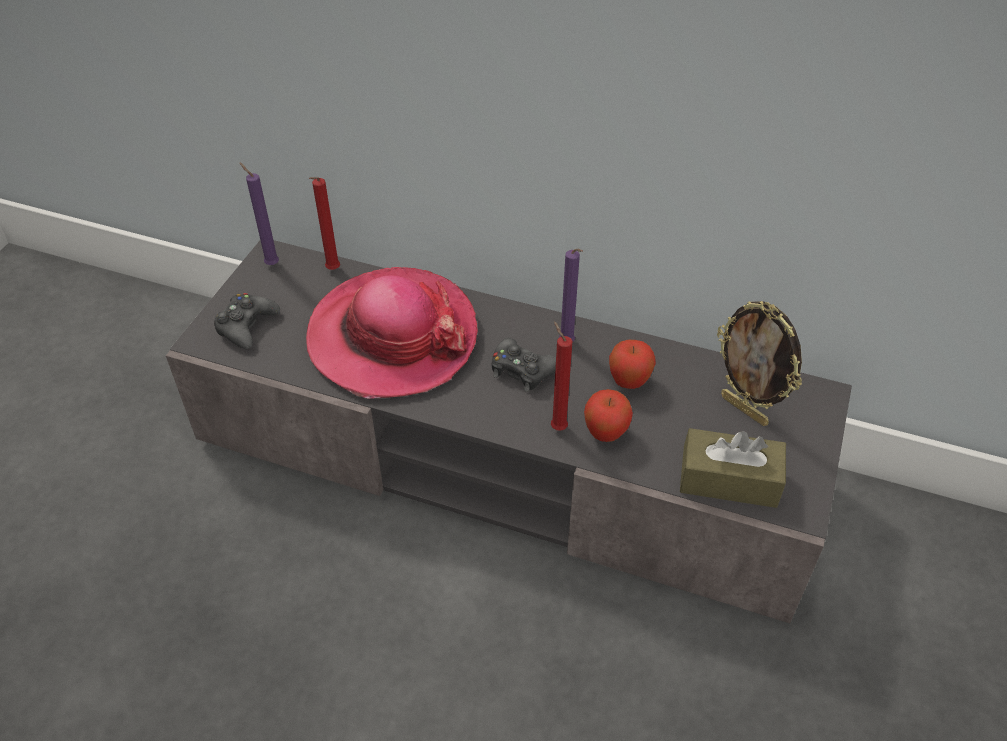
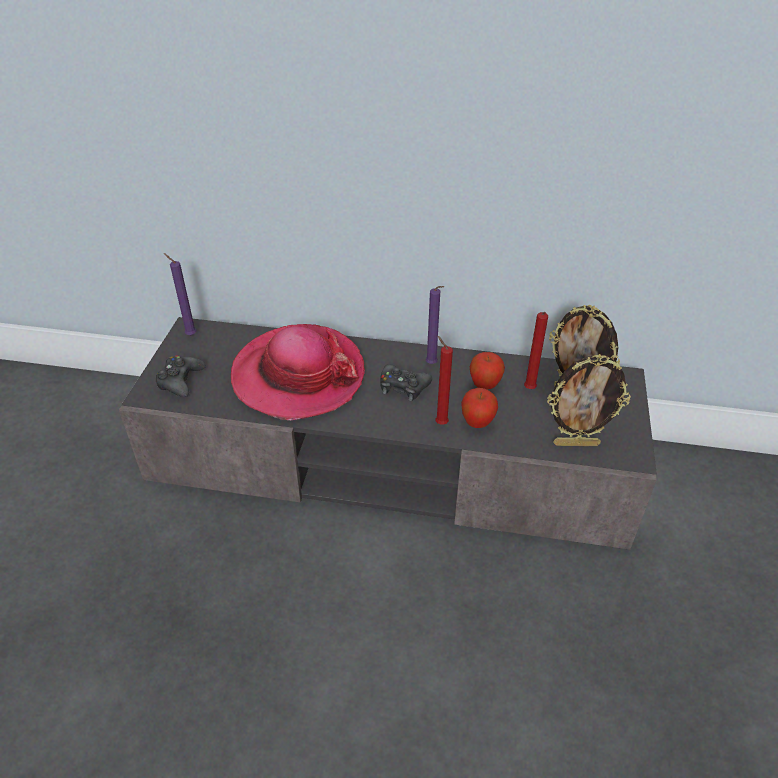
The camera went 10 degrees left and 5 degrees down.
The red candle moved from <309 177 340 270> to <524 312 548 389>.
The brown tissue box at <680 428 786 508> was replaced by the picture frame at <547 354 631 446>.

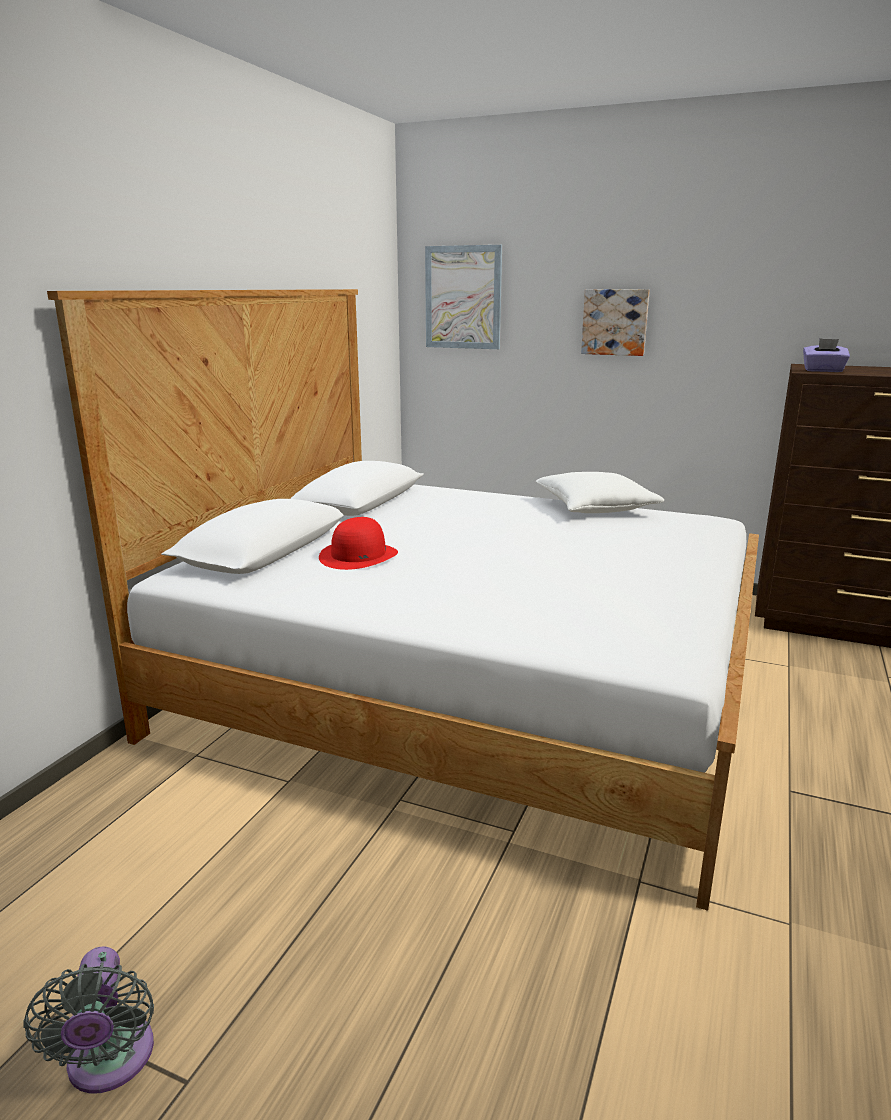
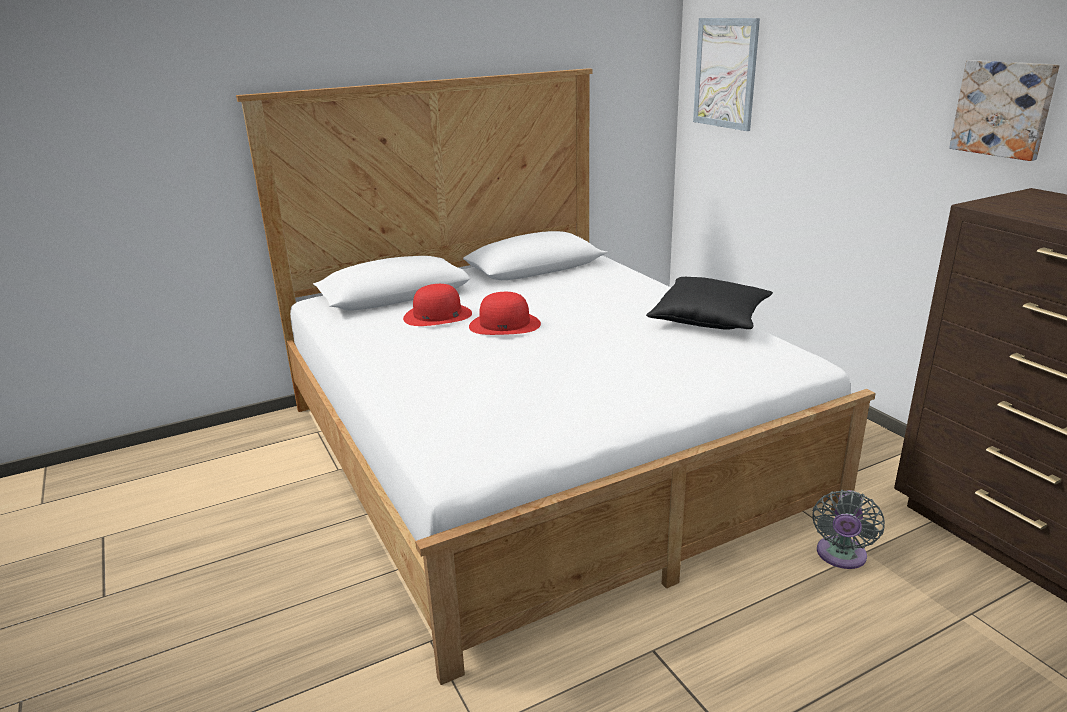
The camera went 40 degrees right and 5 degrees up.
The grey fan moved from <23 946 154 1094> to <813 490 885 569>.
The white pillow at <536 472 664 513> became the black pillow at <646 277 773 330>.
The picture moved from <581 289 650 356> to <949 60 1060 161>.
The purple tissue box at <803 338 850 372> disappeared.
The red hat at <469 292 541 335> appeared.

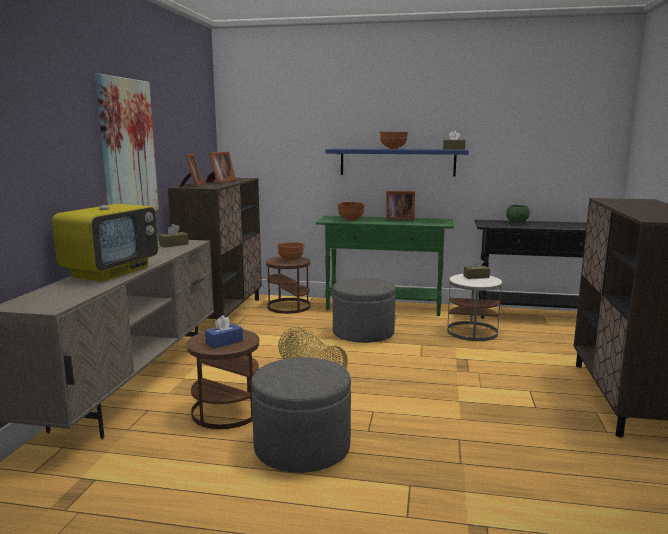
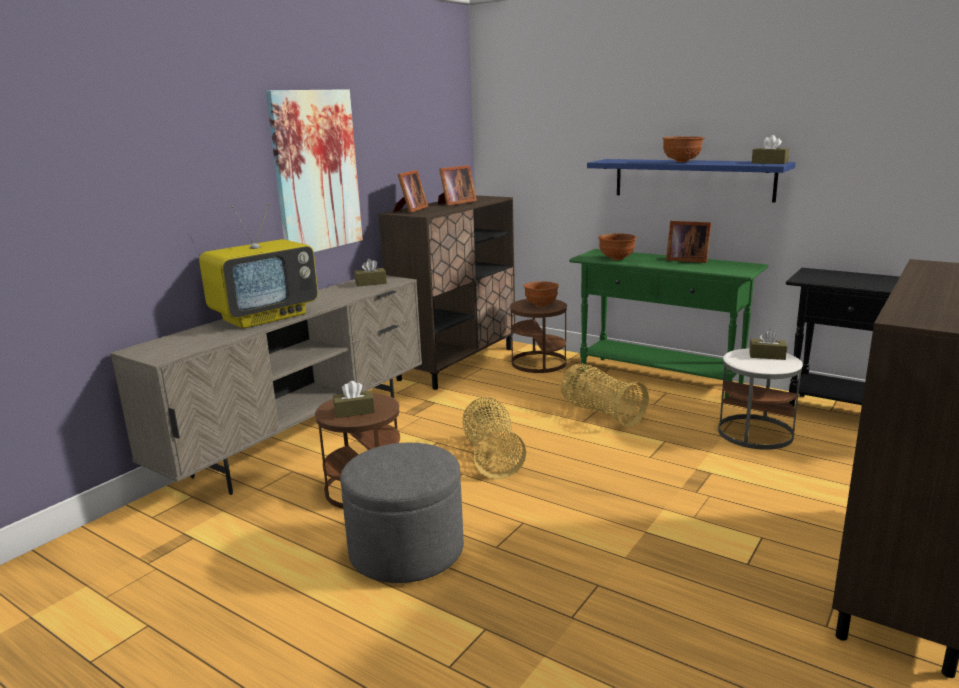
The camera went 25 degrees right and 5 degrees up.
The blue tissue box at <205 315 243 349> became the brown tissue box at <333 381 375 418>.
The grey ottoman at <333 278 396 343> was replaced by the basket at <561 364 649 427>.
The green bowl at <506 205 530 223> disappeared.

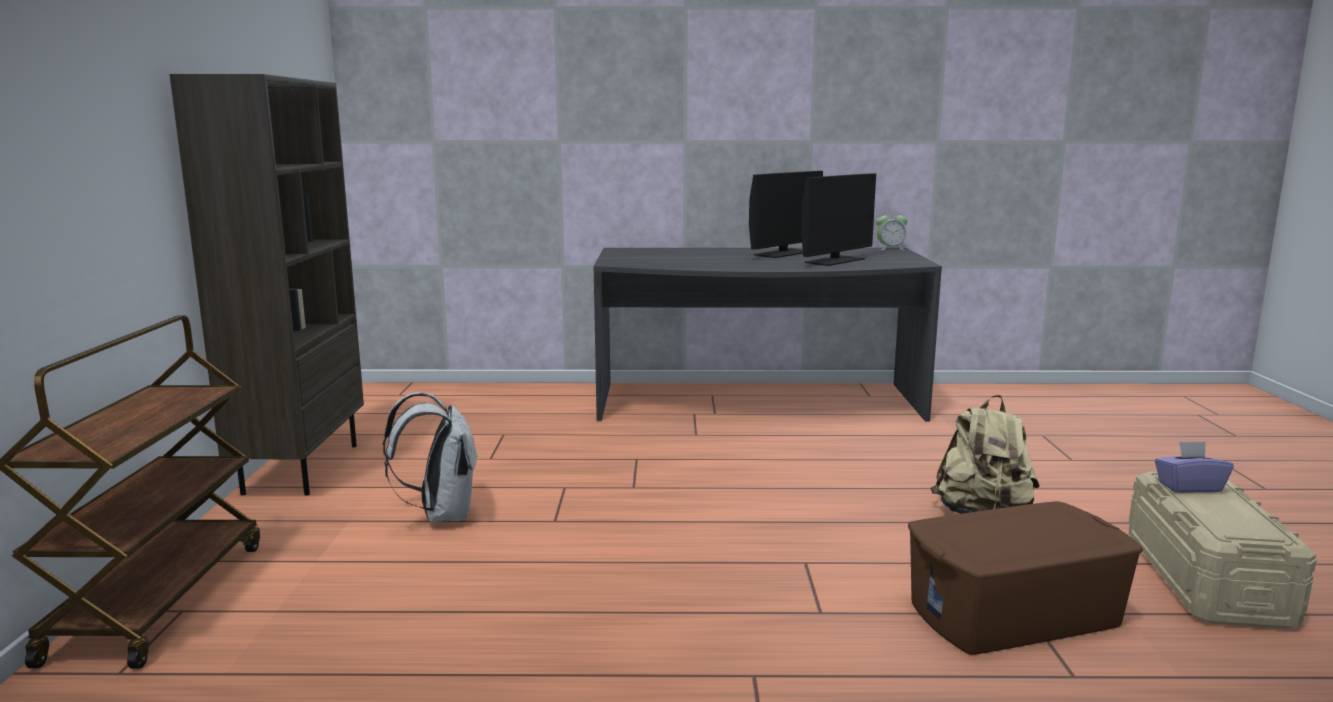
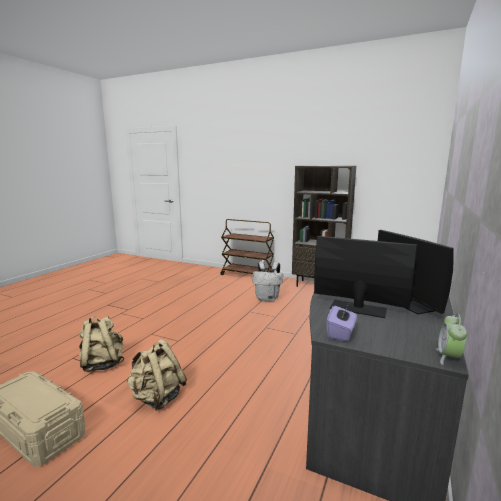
The camera went 115 degrees right and 0 degrees up.
The monitor at <801 173 876 266> turned 135 degrees clockwise.
The brown storage box at <908 501 1143 655> was replaced by the beige backpack at <79 316 124 372>.
The purple tissue box moved from <1154 441 1234 493> to <327 304 357 342>.

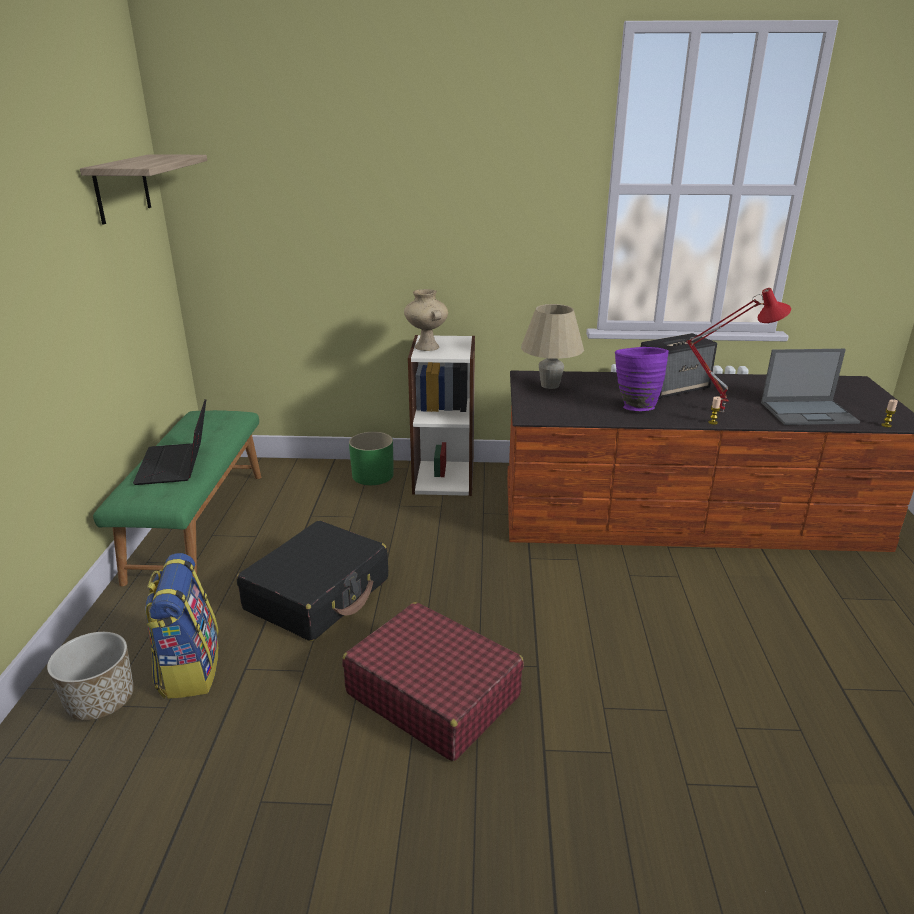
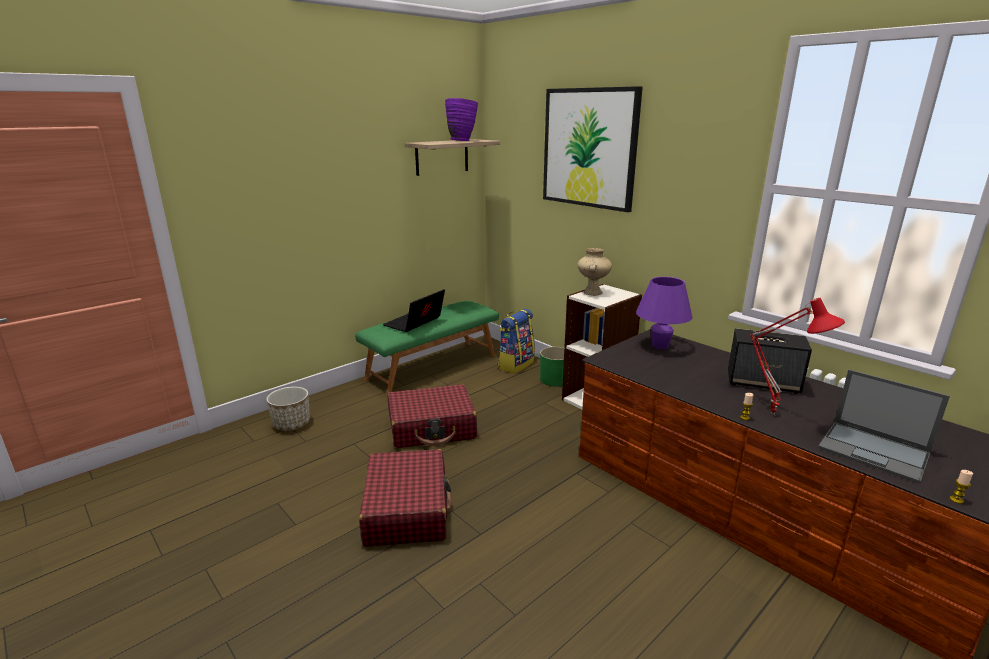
The camera went 45 degrees right and 5 degrees down.
The backpack moved from <145 553 219 699> to <498 309 535 374>.
The black suitcase at <237 521 388 641> became the red suitcase at <388 384 477 448>.
The beige table lamp at <521 304 584 389> became the purple table lamp at <636 277 692 349>.
The purple vase moved from <615 347 669 411> to <445 98 478 141>.
The picture at <543 86 643 212> appeared.

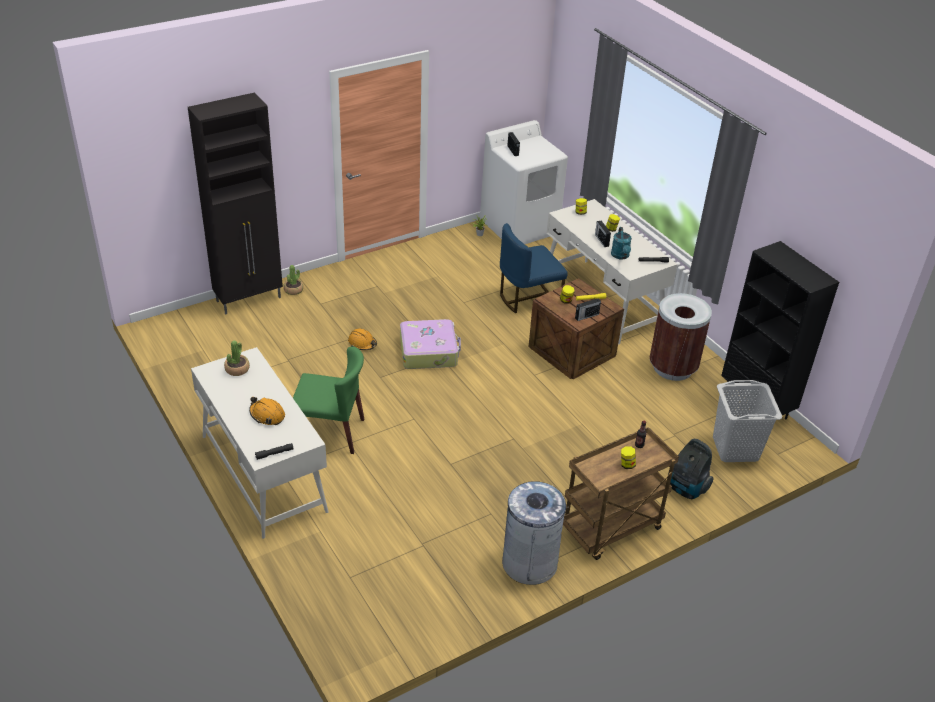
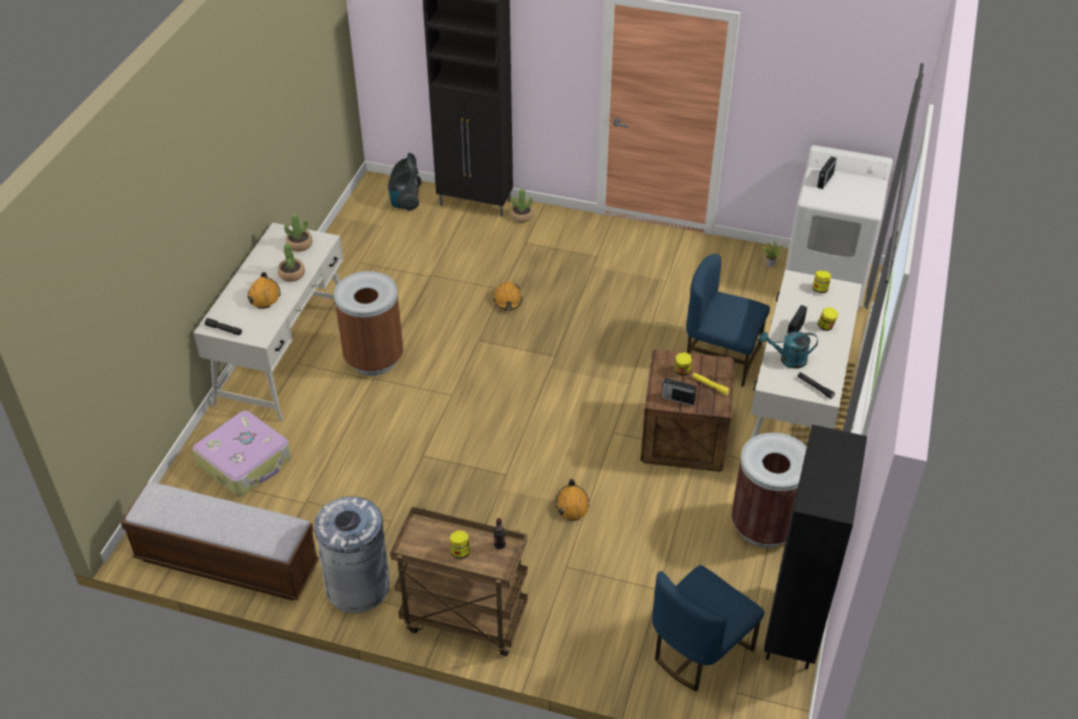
The camera went 50 degrees right and 5 degrees up.
The green chair at <293 346 364 454> was replaced by the brown trash can at <334 271 403 376>.
The suitcase moved from <400 319 461 369> to <193 411 292 496>.
The turquoise watering can at <611 227 632 260> turned 45 degrees clockwise.
The vacuum cleaner moved from <670 439 714 499> to <388 153 421 211>.
The grey laundry basket at <713 380 782 462> was replaced by the blue chair at <652 565 764 692>.
The bench at <121 482 319 601> appeared.
The potted plant at <278 243 305 282> appeared.
The orange hard hat at <556 479 590 521> appeared.

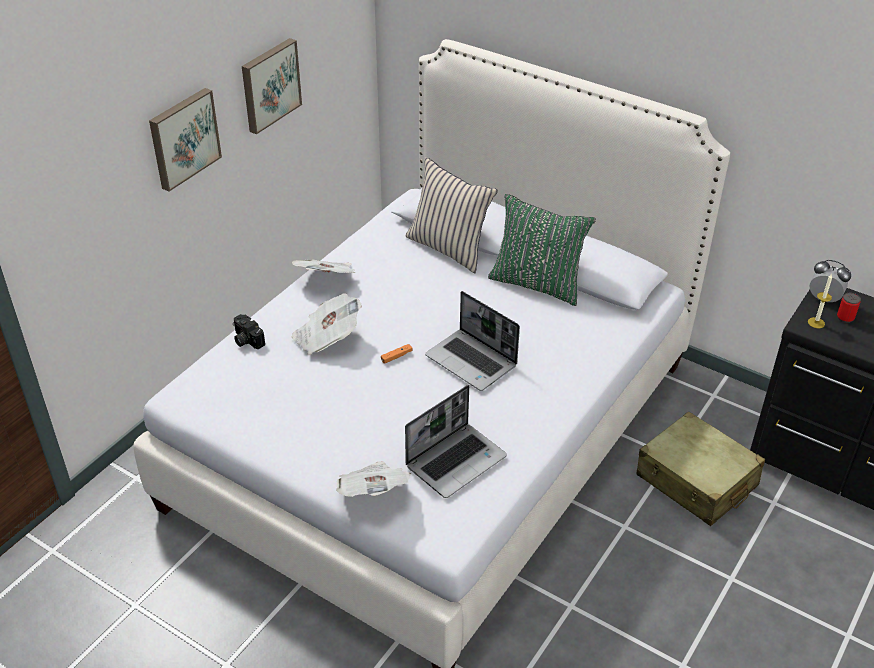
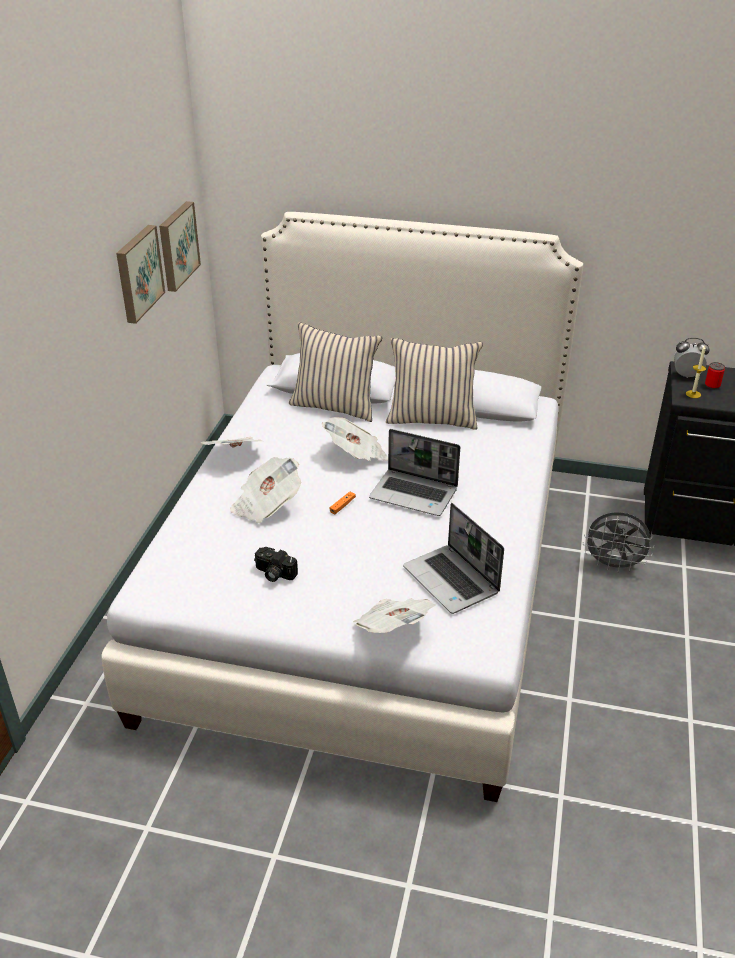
The camera went 20 degrees left and 5 degrees down.
The picture moved from <149 88 222 191> to <159 201 201 292>.
The photo camera moved from <233 314 265 349> to <254 547 298 582>.
The laptop at <405 385 507 498> turned 120 degrees clockwise.
The green pillow at <488 194 596 306> became the beige pillow at <386 338 483 430>.
The beige suitcase at <636 411 765 526> was replaced by the grey fan at <583 512 654 573>.
The newspaper at <322 417 388 461> appeared.

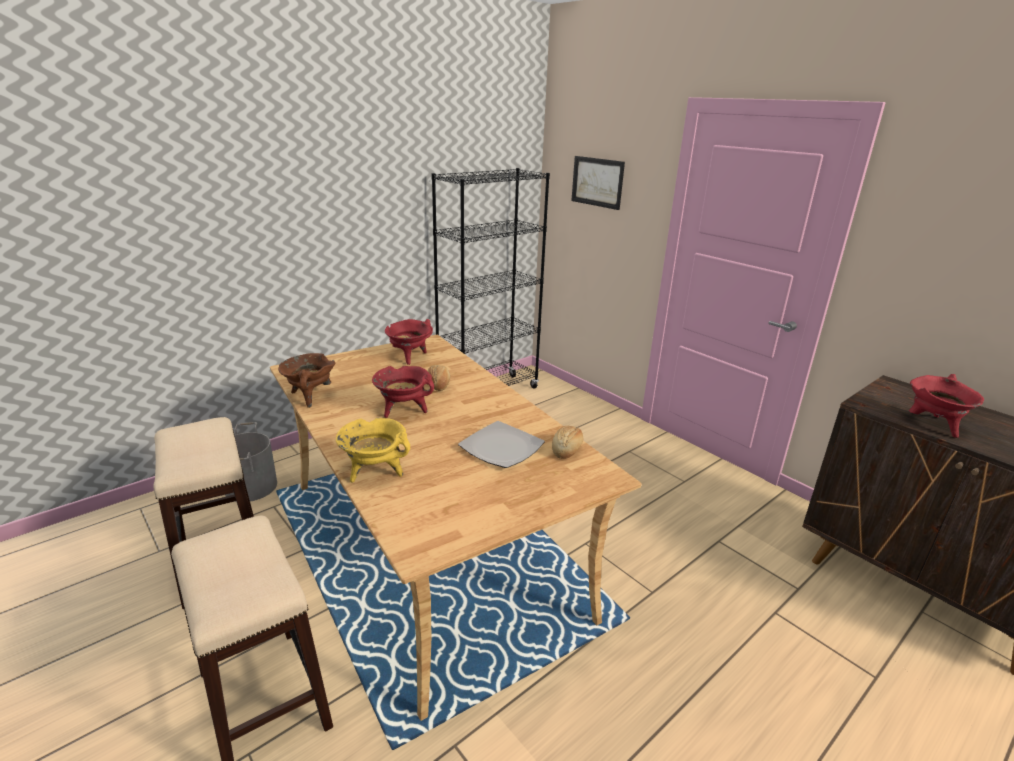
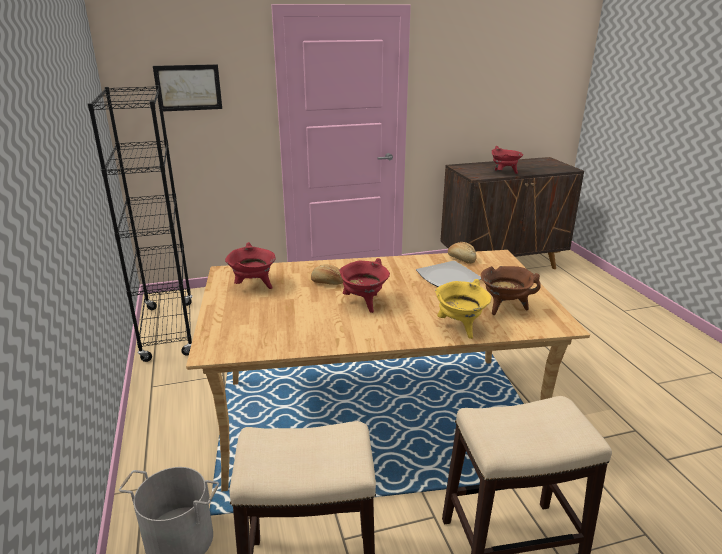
The camera went 65 degrees left and 0 degrees up.
The brown cooking pot moved from <278 353 335 408> to <481 266 541 315>.

